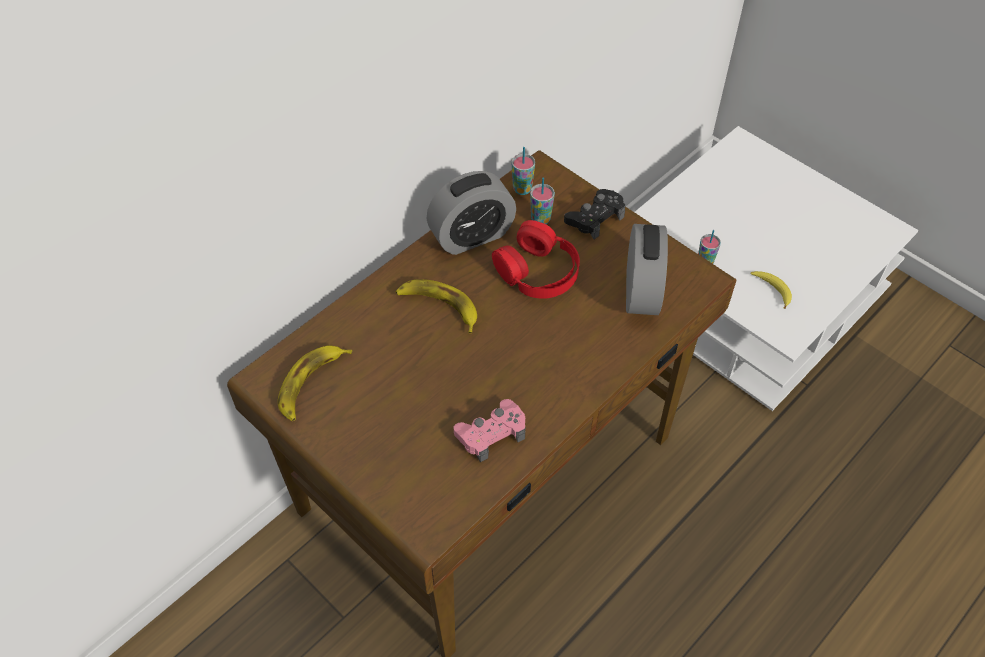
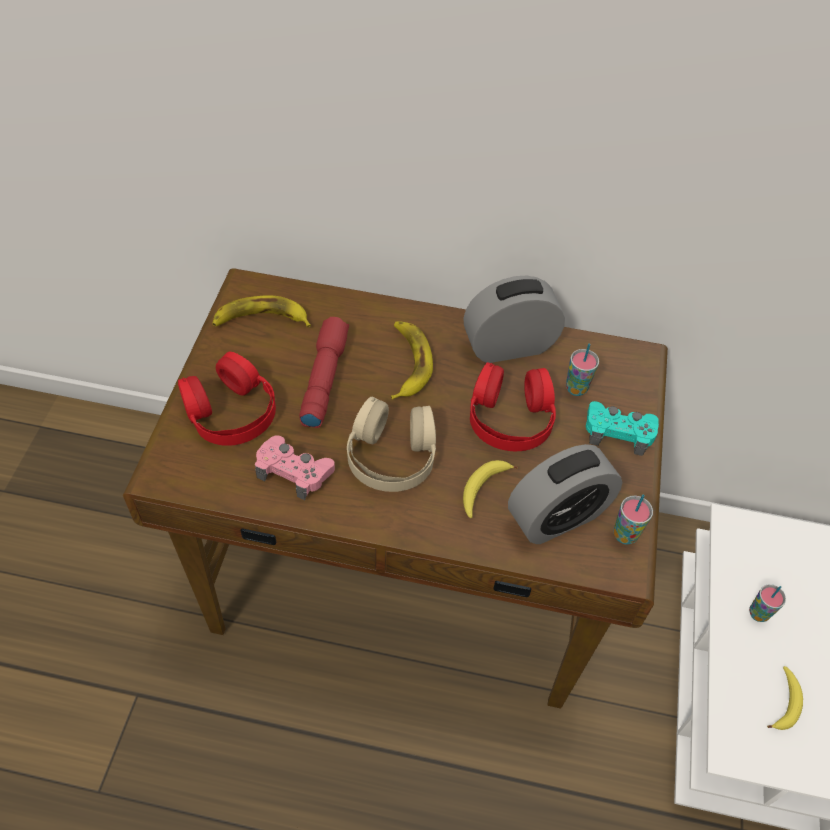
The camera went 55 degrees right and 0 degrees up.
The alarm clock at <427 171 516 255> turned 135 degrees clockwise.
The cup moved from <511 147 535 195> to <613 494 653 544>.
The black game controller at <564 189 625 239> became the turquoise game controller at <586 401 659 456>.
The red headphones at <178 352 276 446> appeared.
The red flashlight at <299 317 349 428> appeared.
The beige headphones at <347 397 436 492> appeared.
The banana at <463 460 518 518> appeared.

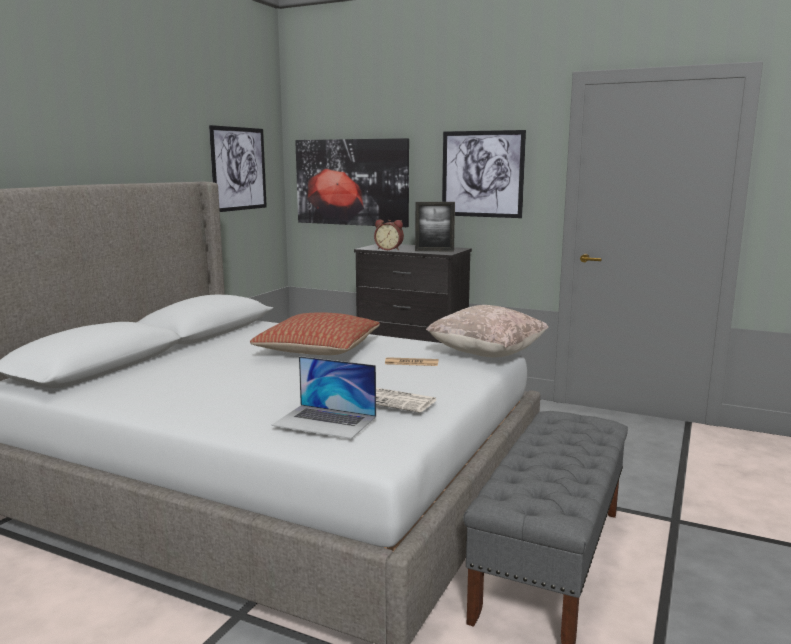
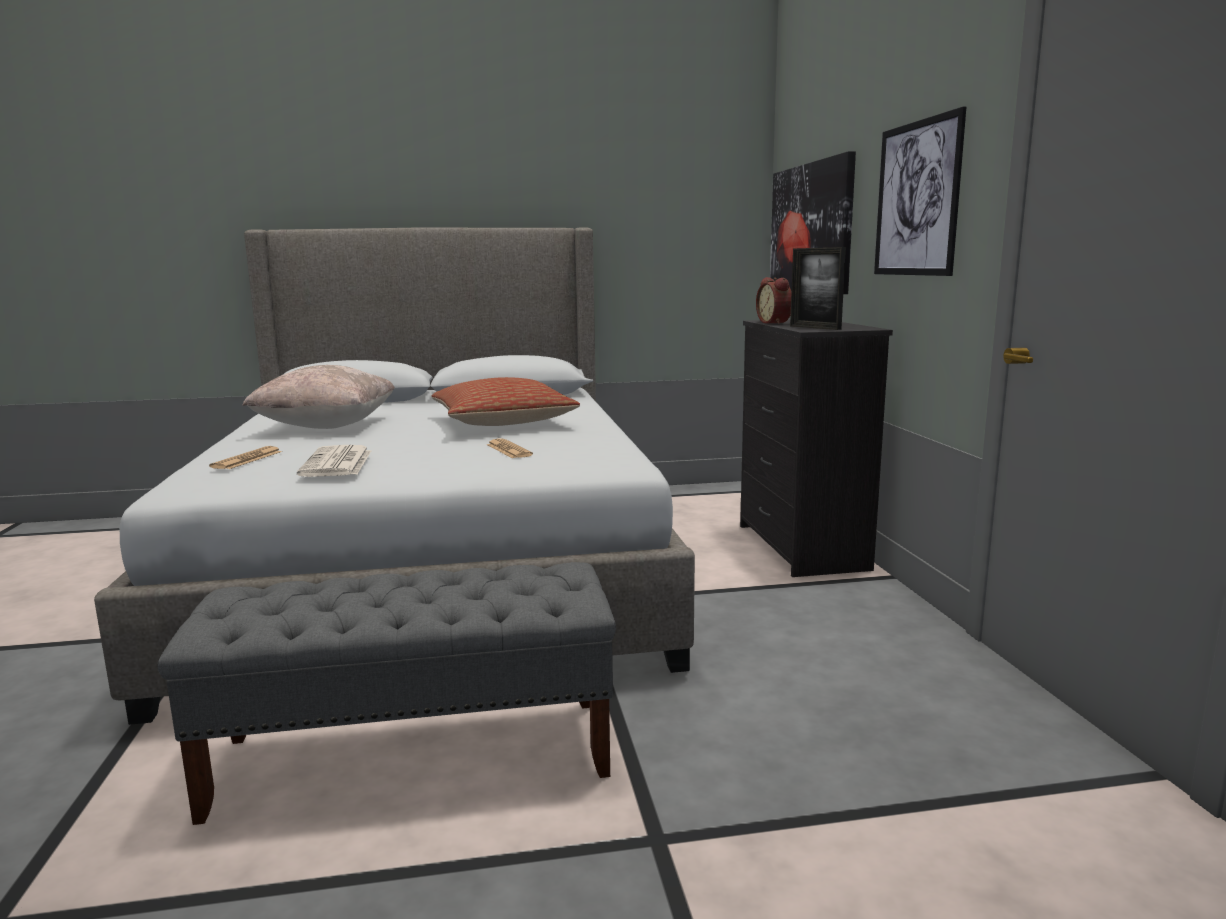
The camera went 55 degrees right and 0 degrees up.
The picture at <209 125 267 212> disappeared.
The laptop at <271 356 376 439> was replaced by the newspaper at <209 446 282 469>.
The beige pillow moved from <426 305 549 357> to <242 365 395 429>.

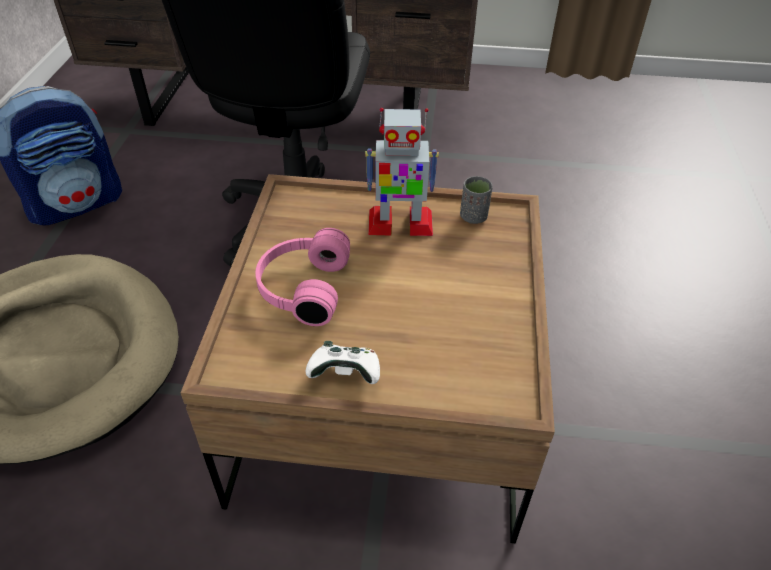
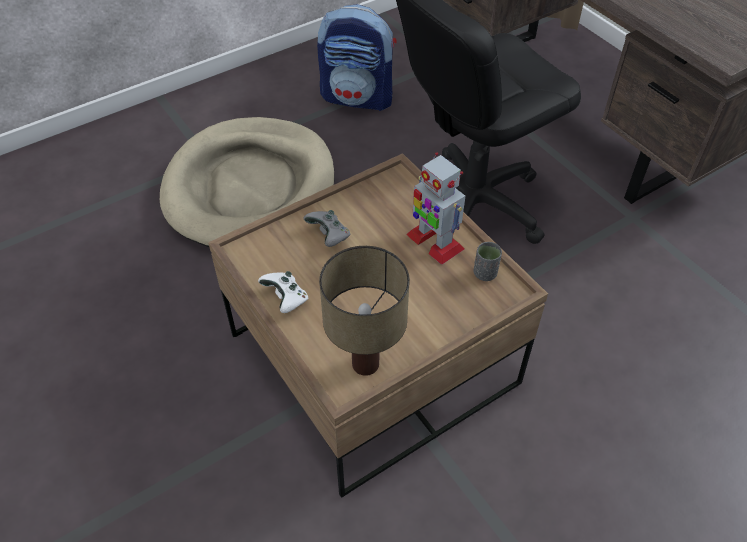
The camera went 50 degrees right and 5 degrees up.
The pink headphones at <255 228 350 326> was replaced by the grey game controller at <304 210 351 247>.
The table lamp at <319 246 410 376> appeared.

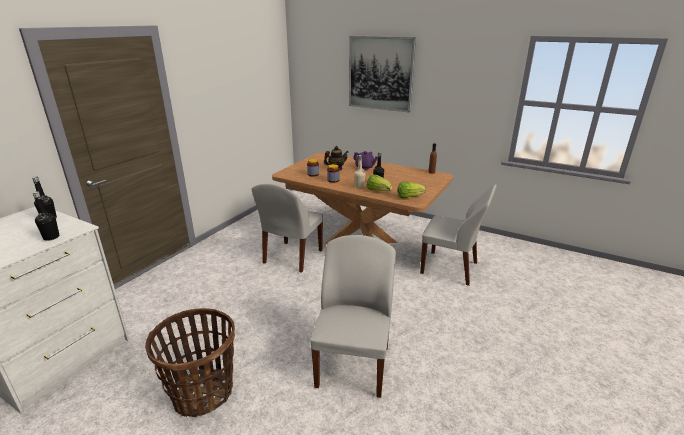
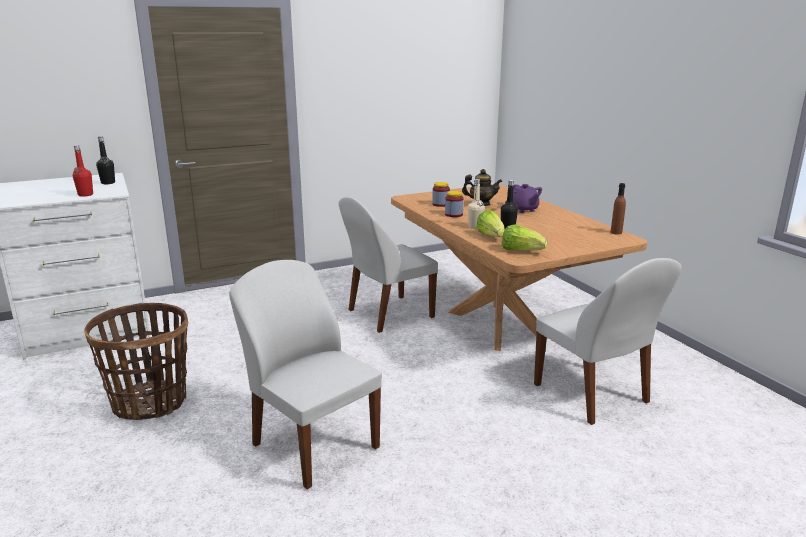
The camera went 35 degrees right and 5 degrees down.
The black bottle at <33 191 59 241> became the red bottle at <73 145 93 197>.
The white chair at <310 235 396 398> turned 90 degrees counterclockwise.
The picture at <349 36 416 112> disappeared.

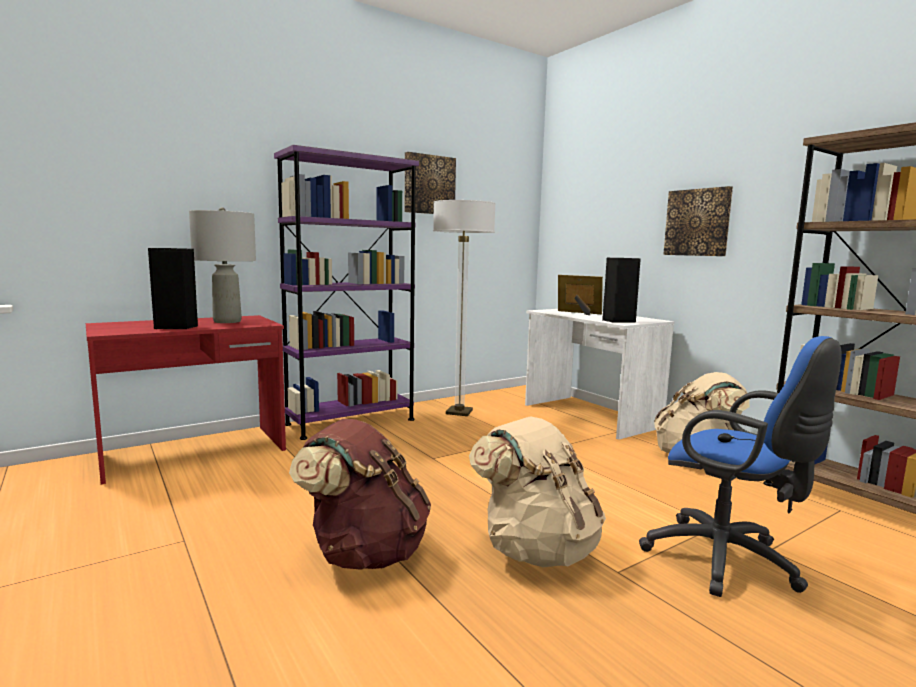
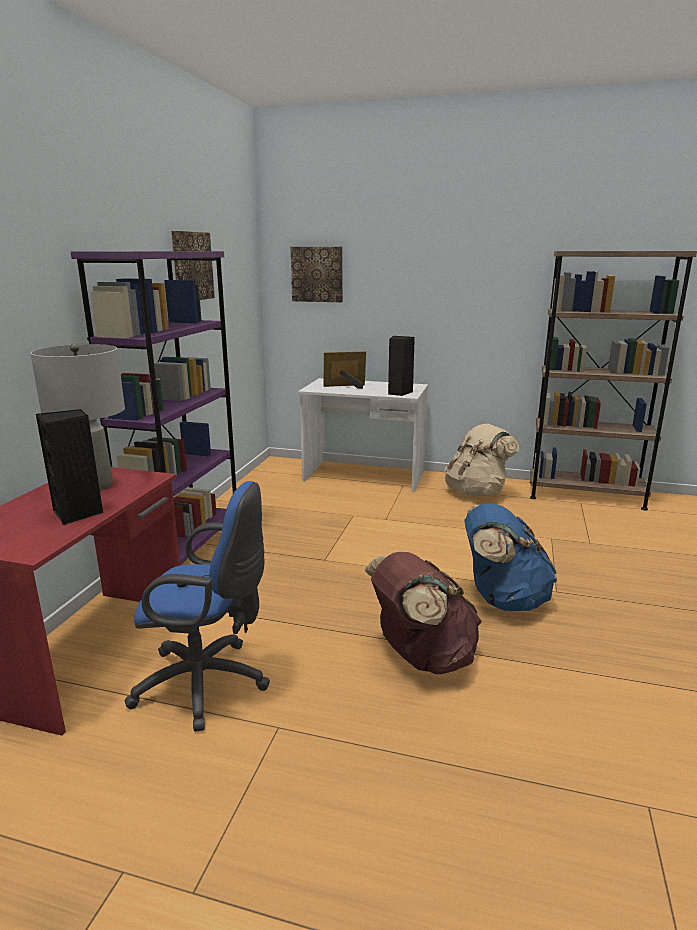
The camera went 40 degrees left and 10 degrees up.
The floor lamp at <433 200 496 416> disappeared.
The beige backpack at <469 416 606 567> became the blue backpack at <464 503 557 611>.
The blue office chair moved from <639 336 842 597> to <125 481 270 732>.
The picture moved from <663 186 733 256> to <290 247 343 302>.

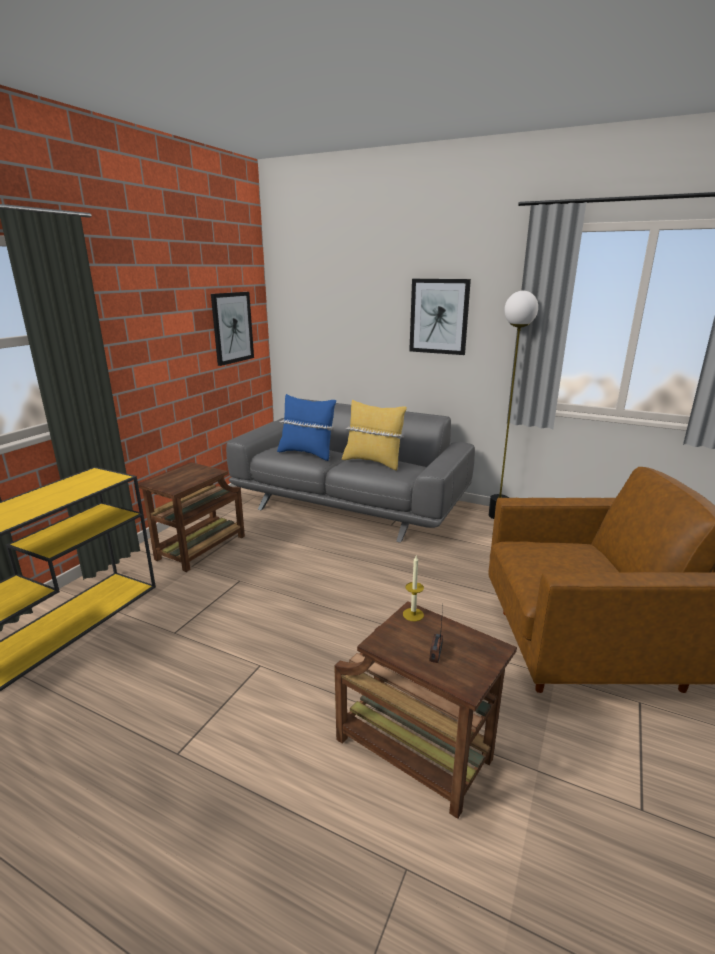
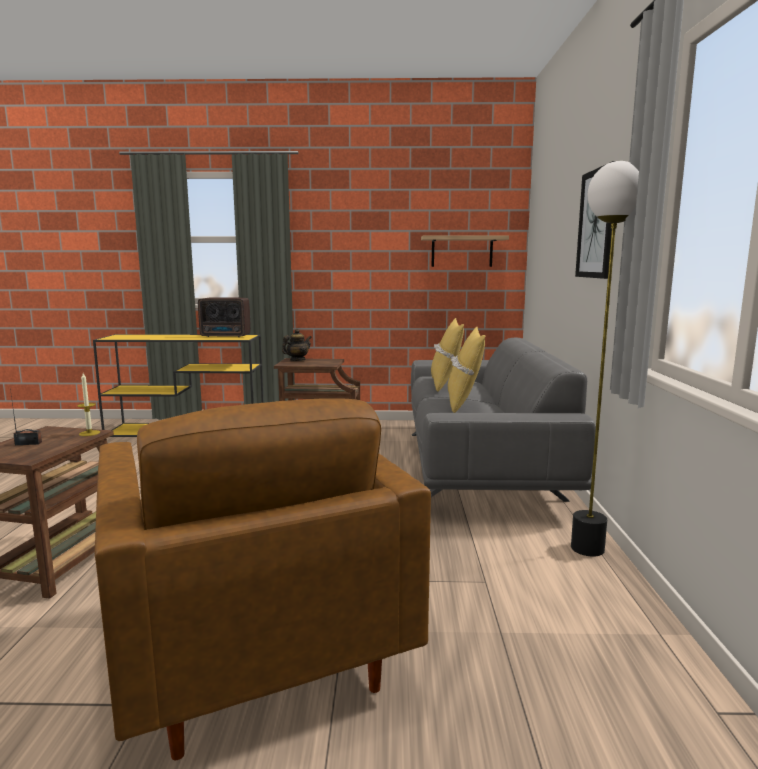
The camera went 65 degrees right and 10 degrees down.
The picture at <211 292 254 366> was replaced by the shelf at <421 235 509 267>.
The blue pillow at <277 394 336 461> became the yellow pillow at <431 318 464 391>.
The radio at <198 297 251 337> appeared.
The teapot at <282 329 312 361> appeared.

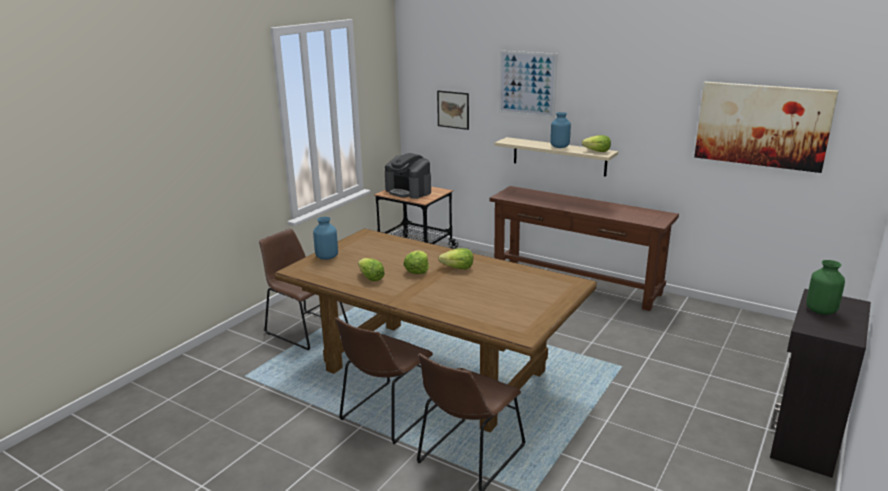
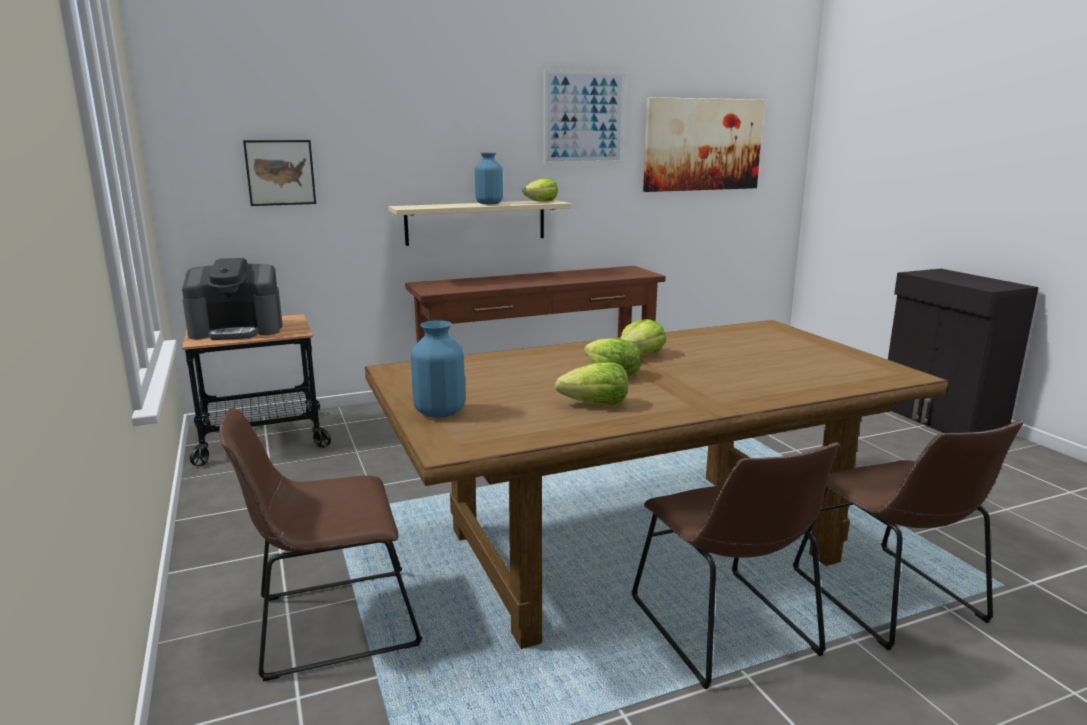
The camera went 55 degrees left and 5 degrees down.
The picture moved from <499 51 557 118> to <544 70 625 164>.
The green vase at <806 260 845 315> disappeared.

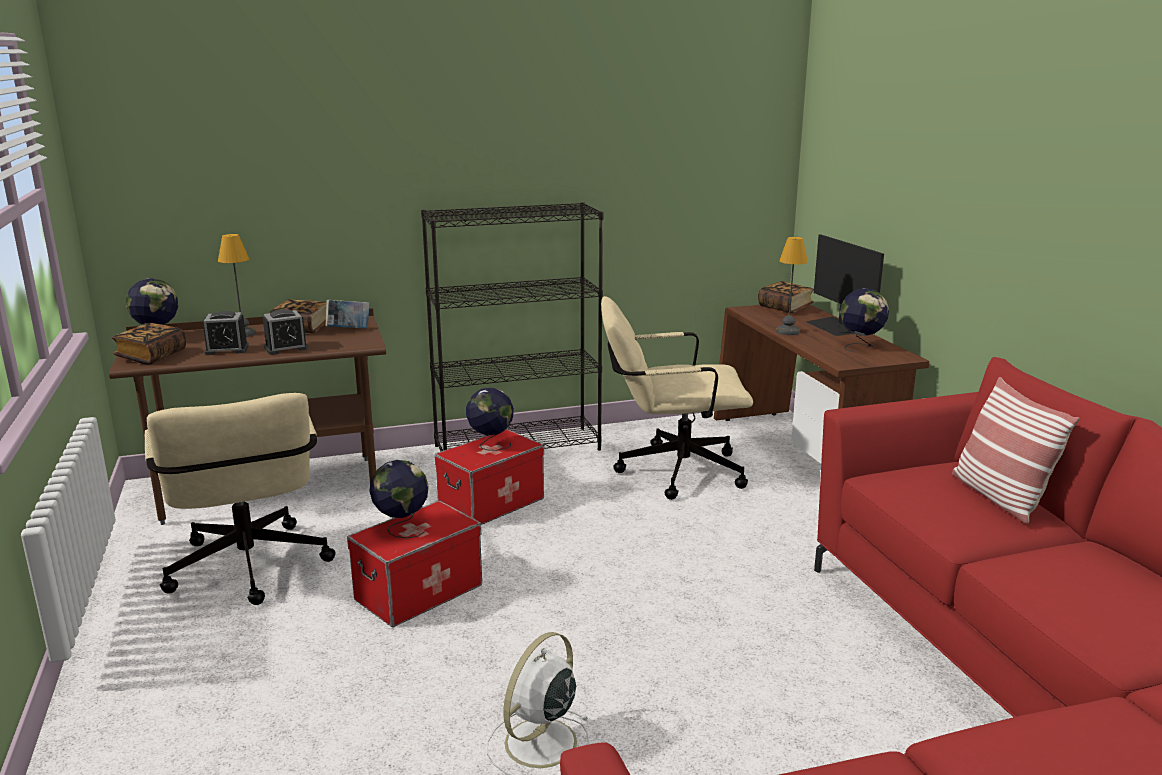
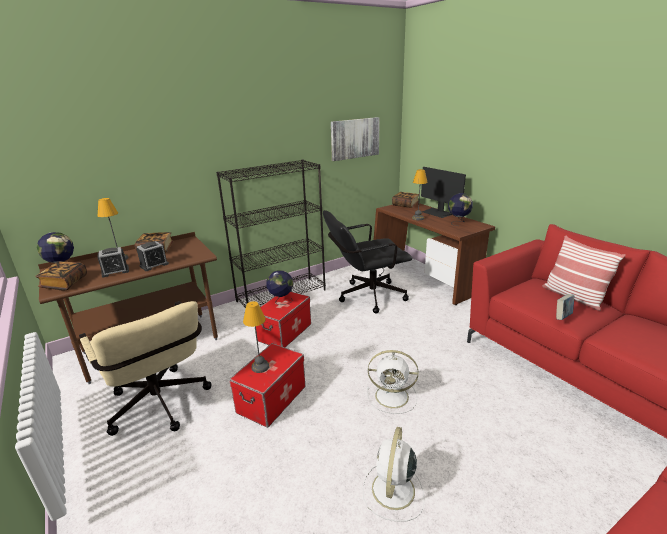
The camera went 15 degrees left and 5 degrees up.
The book moved from <326 300 370 329> to <556 294 575 320>.
The globe at <369 460 429 539> was replaced by the table lamp at <243 301 270 373>.
The beige office chair at <601 296 753 500> became the black office chair at <323 210 412 313>.
The picture at <331 117 380 161> appeared.
The white fan at <367 350 418 414> appeared.

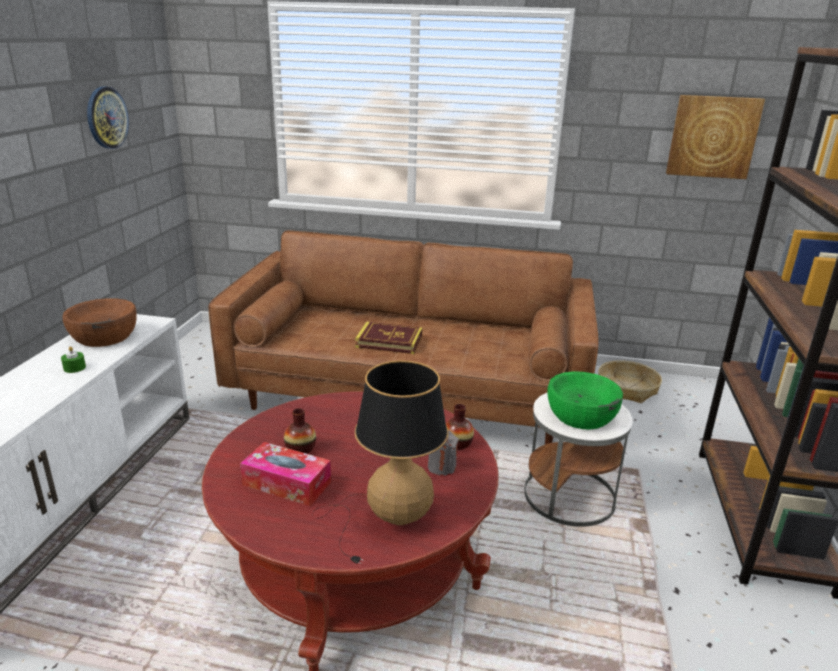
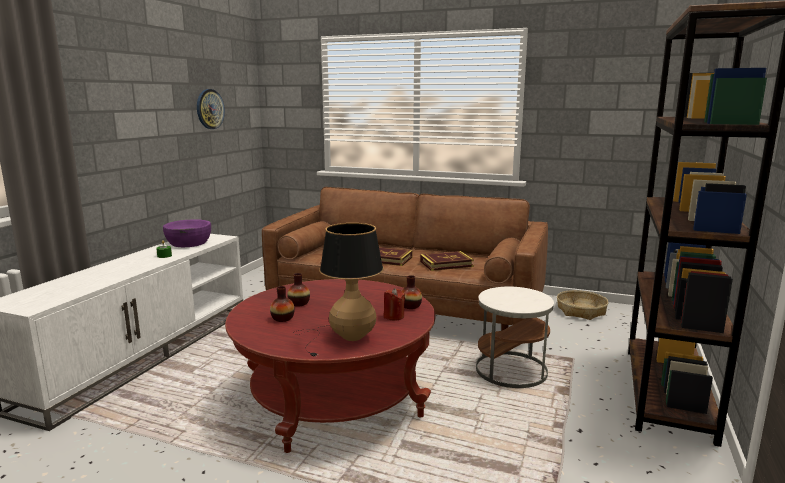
The camera went 10 degrees right and 10 degrees down.
The brown bowl at <62 298 137 347> became the purple bowl at <163 219 211 247>.
The tissue box at <240 442 331 506> was replaced by the vase at <270 286 295 322>.
The grey candle at <428 430 459 476> became the red candle at <384 288 405 320>.
The green bowl at <547 371 623 430> disappeared.
The picture at <666 95 765 179> disappeared.
The book at <420 251 474 271> appeared.

